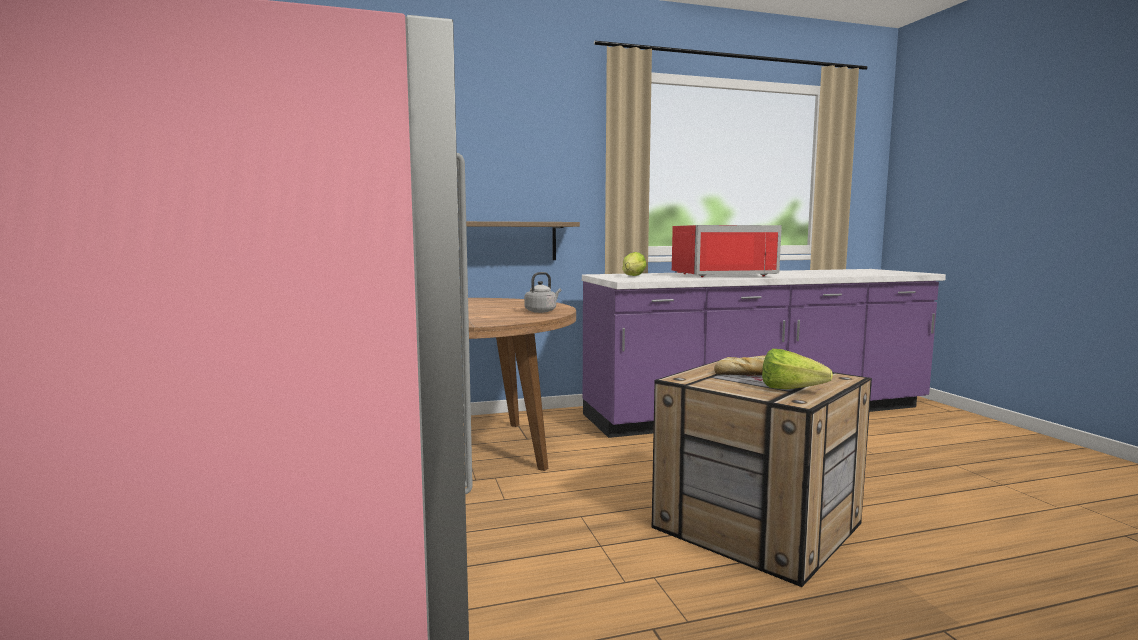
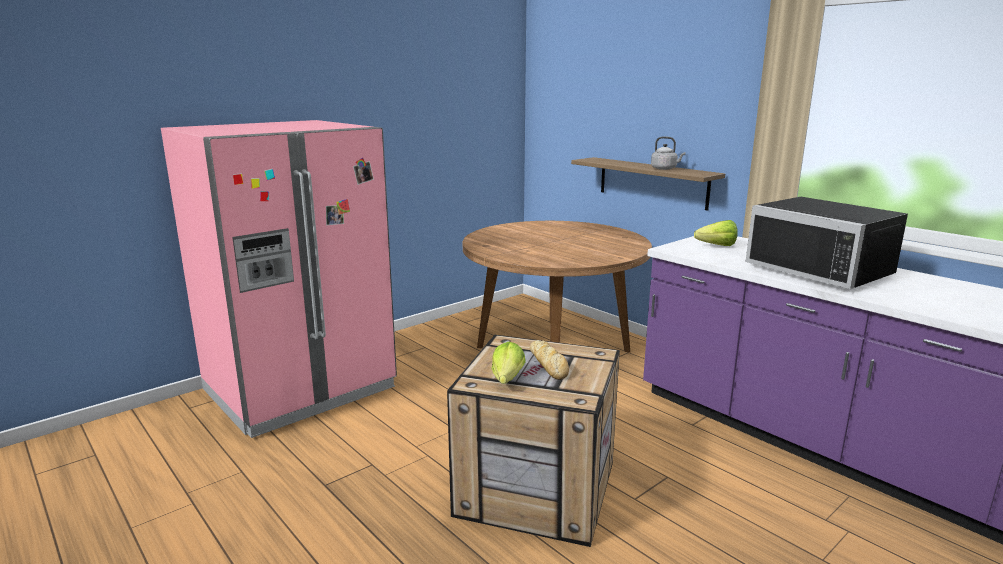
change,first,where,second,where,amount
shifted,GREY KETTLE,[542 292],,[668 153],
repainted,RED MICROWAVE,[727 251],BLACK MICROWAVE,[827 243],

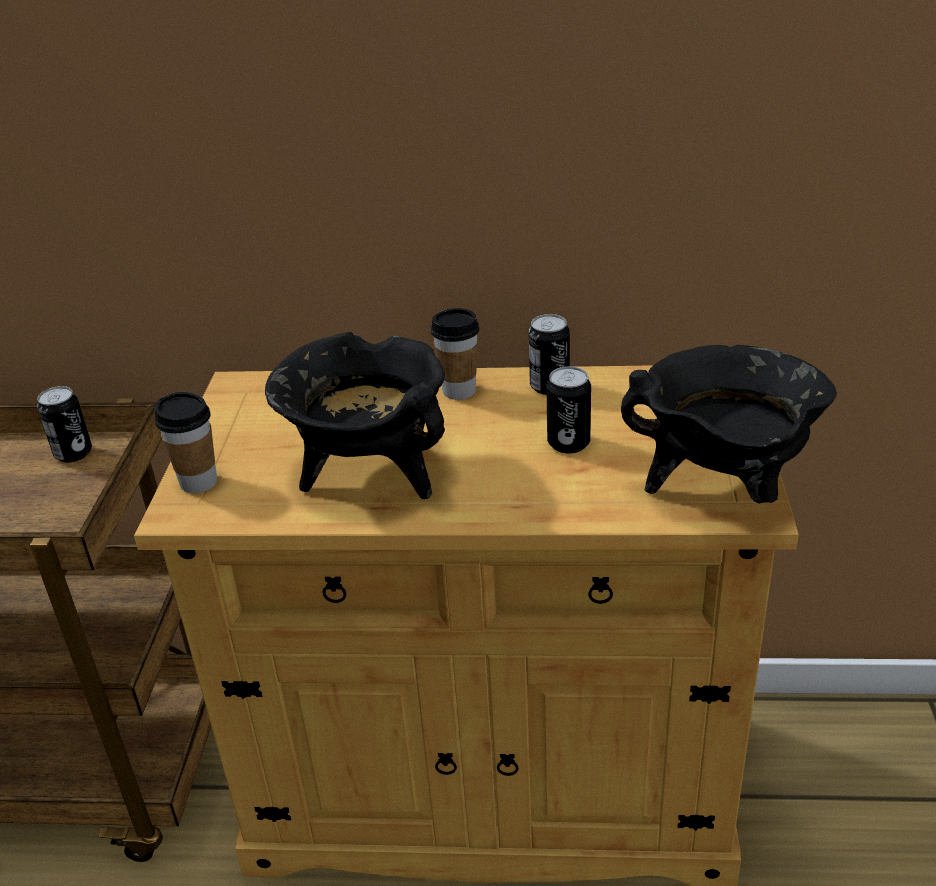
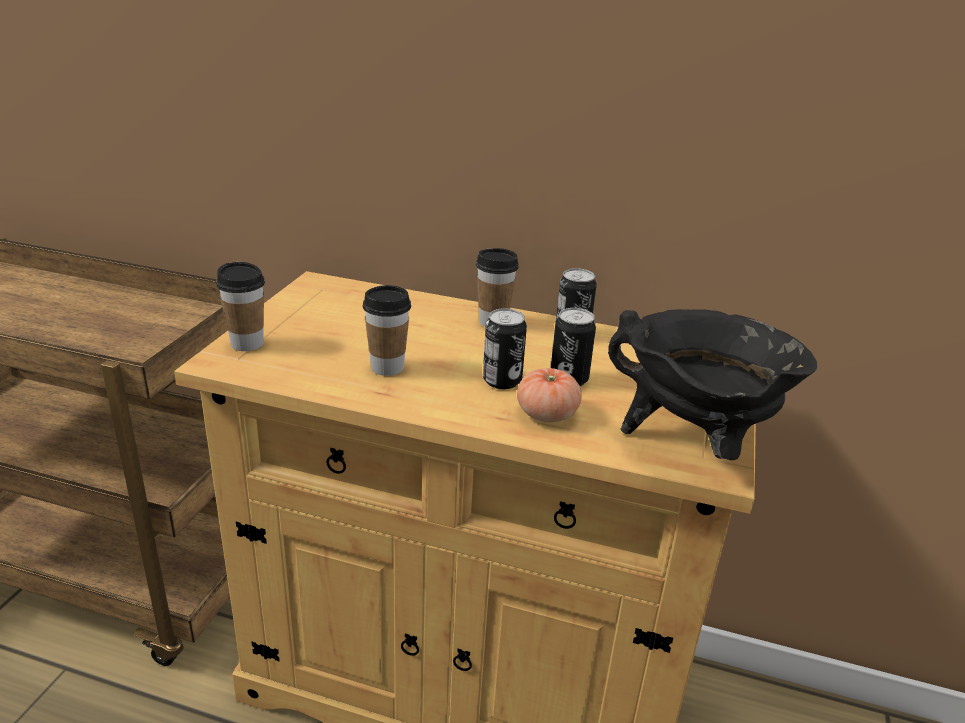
change,first,where,second,where,amount
new,,,TOMATO,[549 395],
shifted,CAN,[64 424],,[505 348],
swapped,BLACK COOKING POT,[355 415],CUP,[387 330],

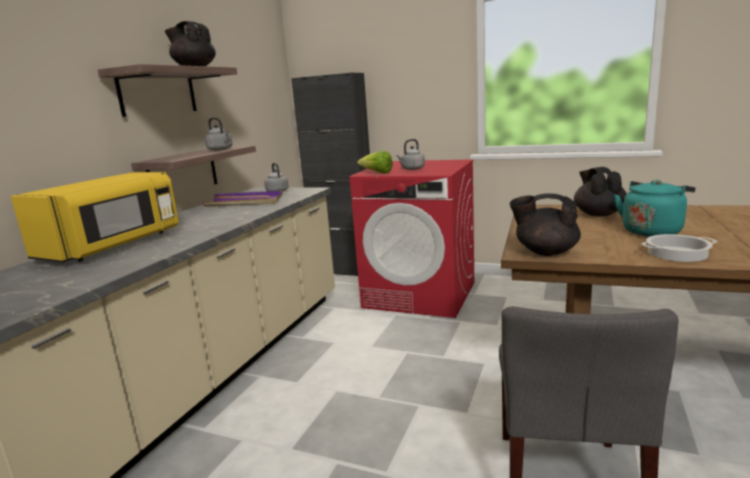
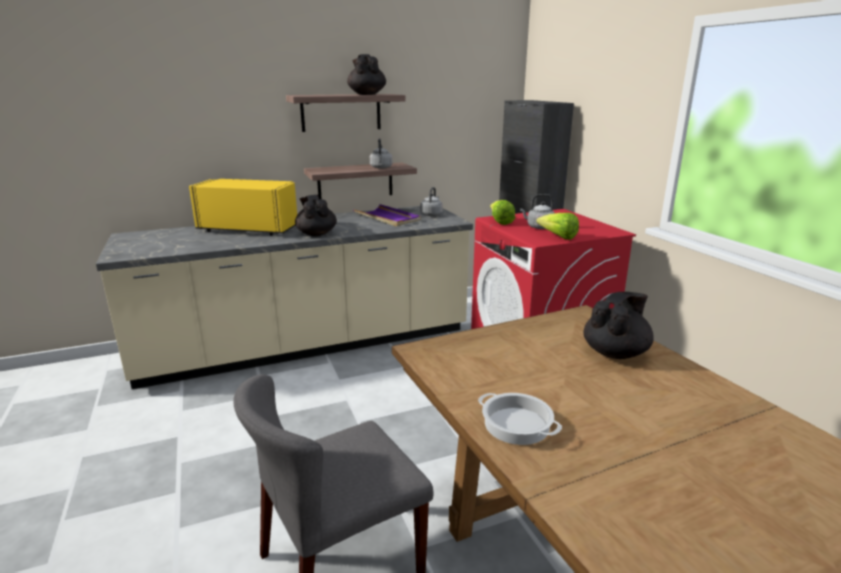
change,first,where,second,where,amount
gone,TURQUOISE KETTLE,[655 208],,,
new,,,LETTUCE,[557 226],
shifted,BLACK TEAPOT,[545 224],,[316 215],
rotated,YELLOW MICROWAVE,[95 217],,[243 207],150 degrees counterclockwise

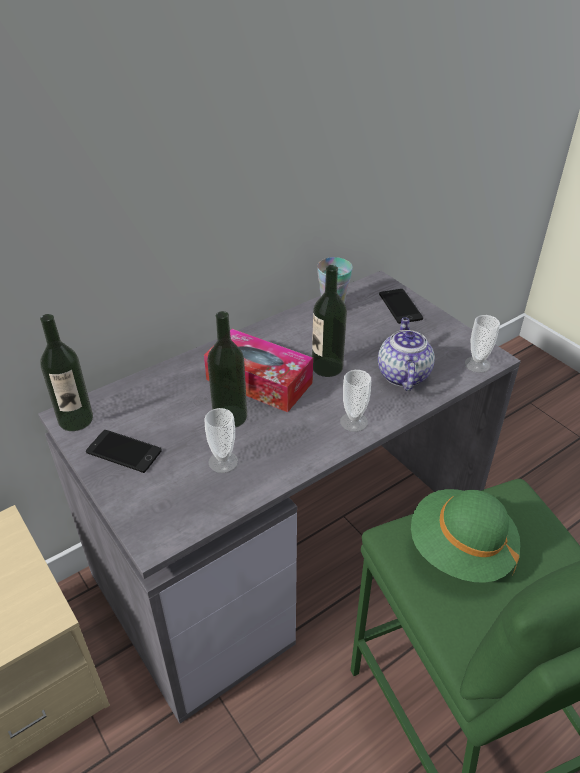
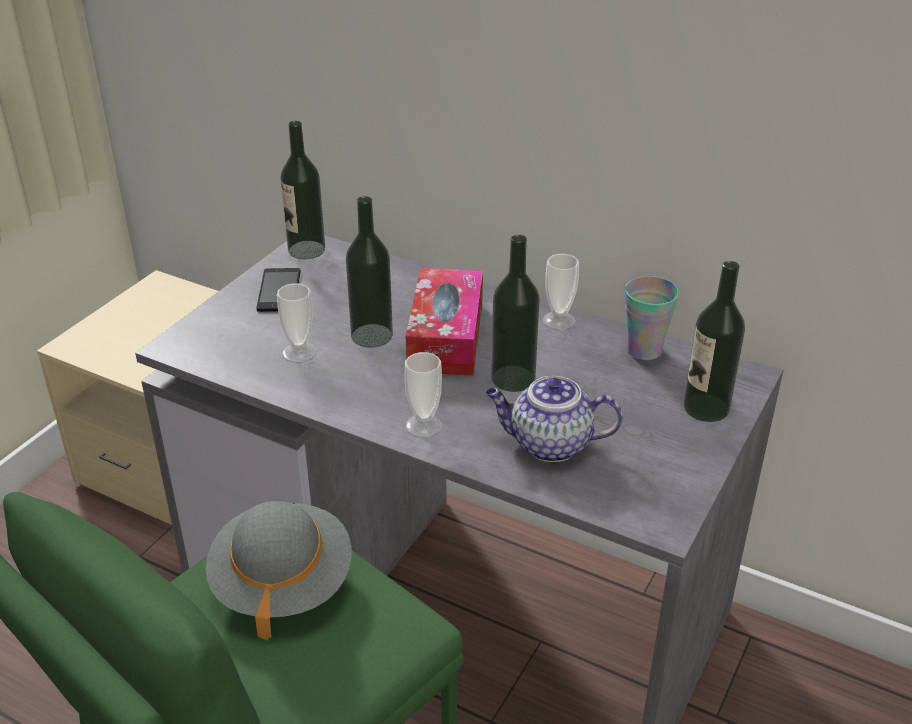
change,first,where,second,where,amount
shifted,CUP,[482 344],,[561 292],
swapped,PHONE,[401 306],BOTTLE,[714 341],
repainted,GREEN HAT,[465 536],GREY HAT,[279 571],
rotated,TEAPOT,[406 354],,[554 419],150 degrees counterclockwise

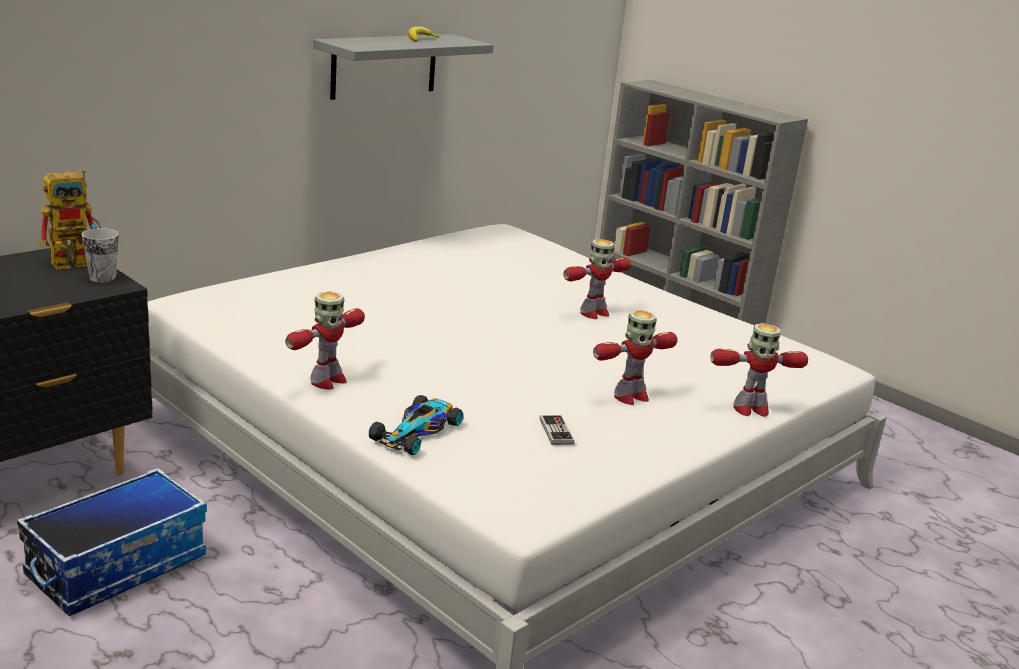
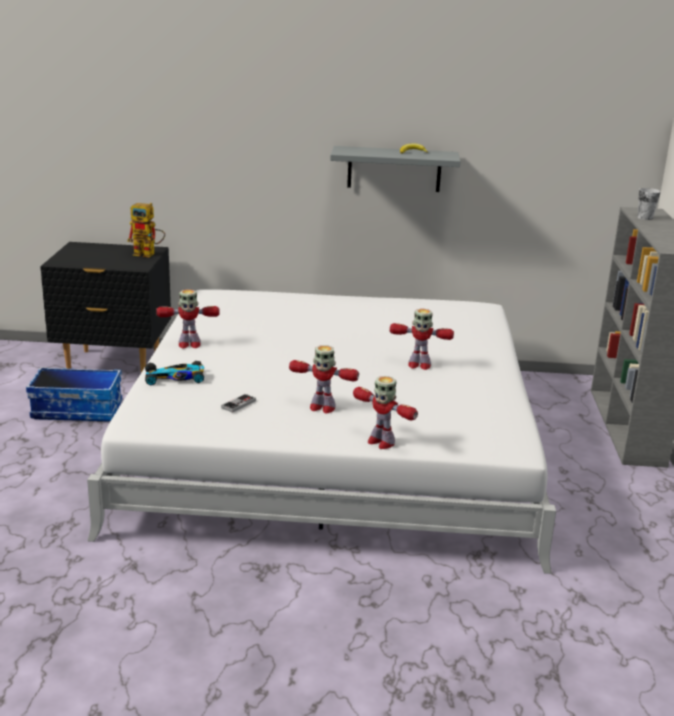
change,first,where,second,where,amount
shifted,CUP,[100 255],,[649 204],

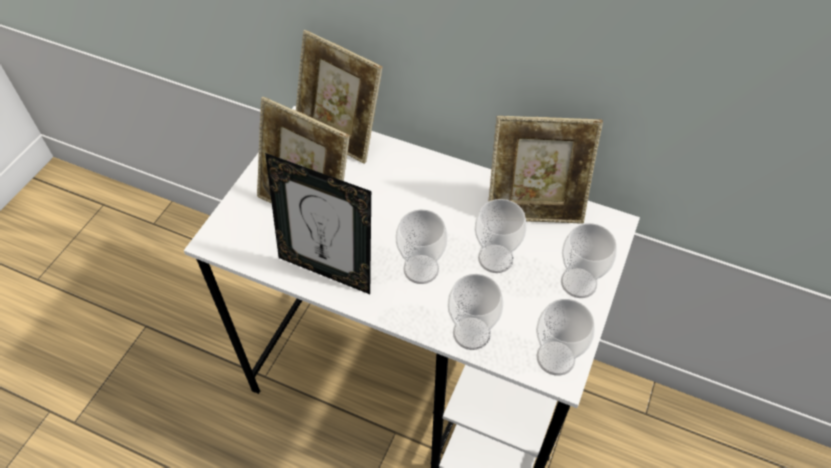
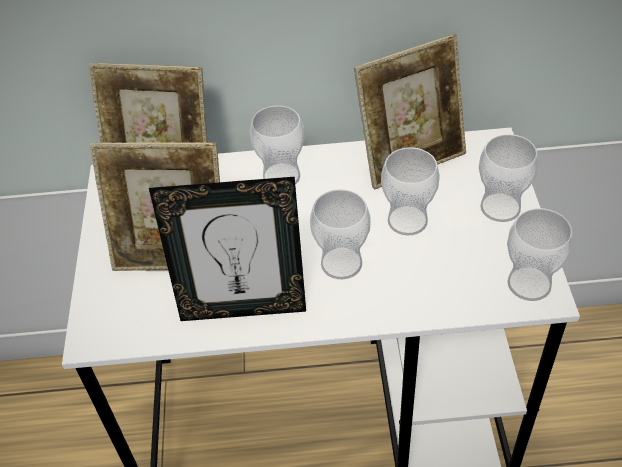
change,first,where,second,where,amount
shifted,CUP,[476 312],,[277 145],

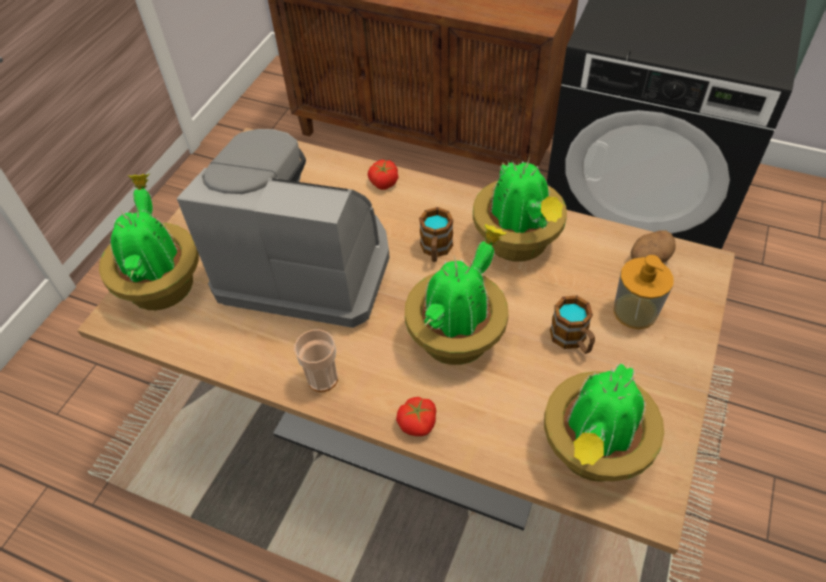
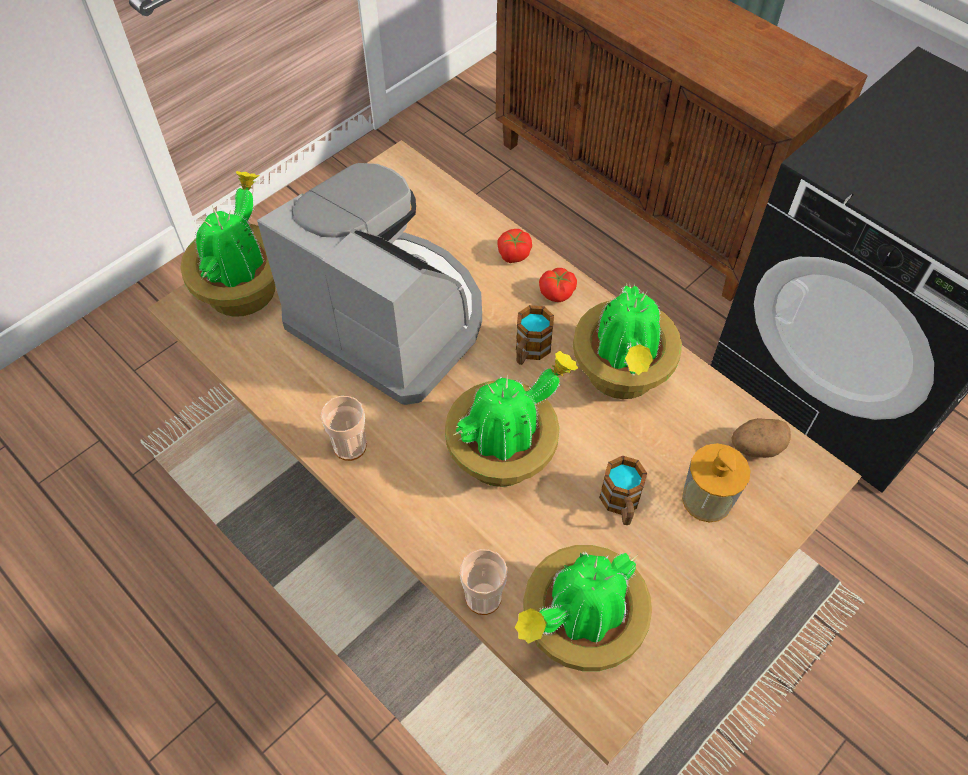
change,first,where,second,where,amount
new,,,CUP,[483 582],
shifted,TOMATO,[416 416],,[558 285],

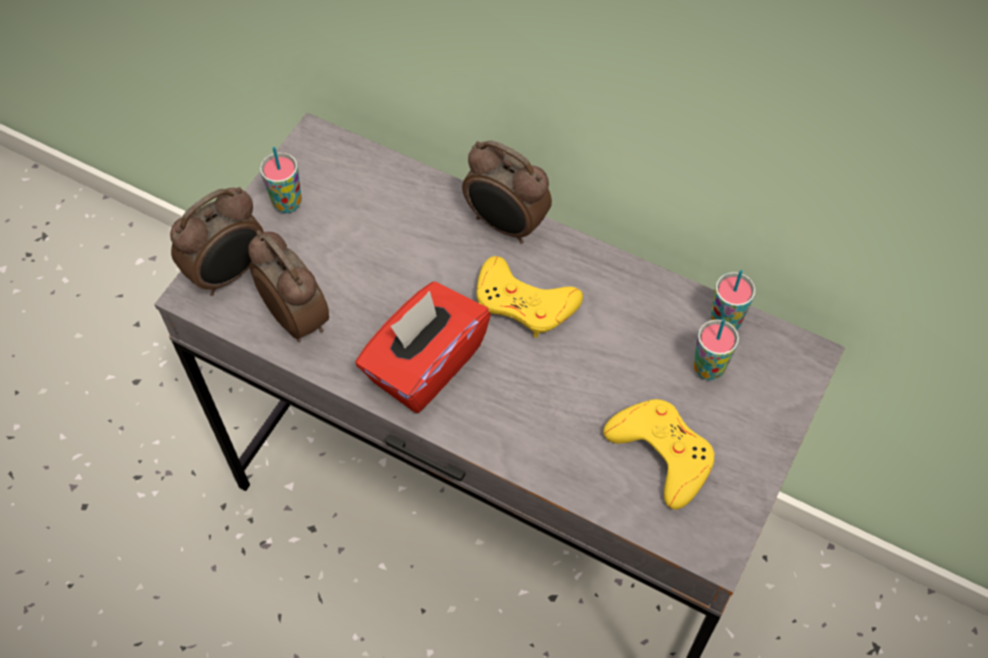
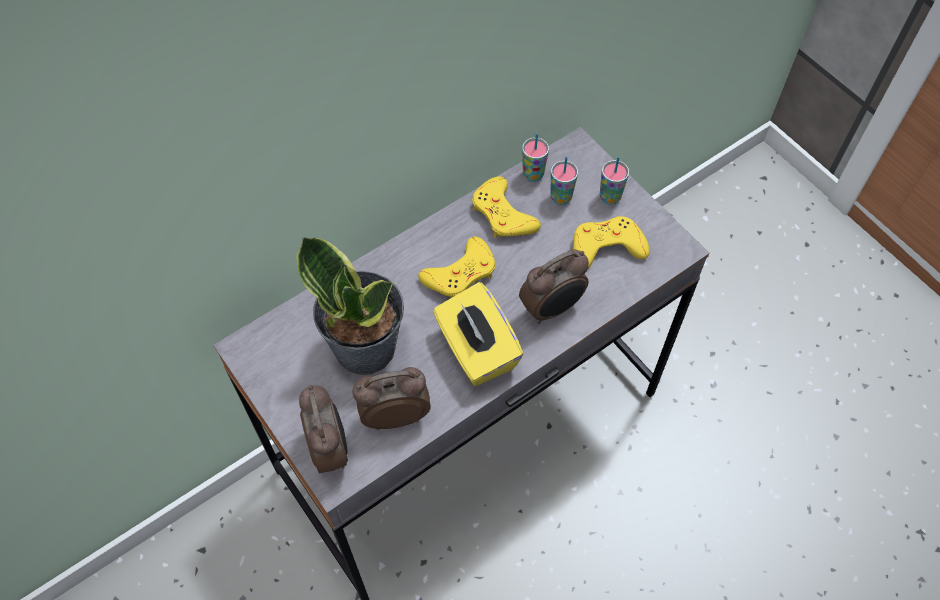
change,first,where,second,where,amount
new,,,POTTED PLANT,[350 305],
new,,,YELLOW GAME CONTROLLER,[506 207],
shifted,CUP,[281 180],,[614 180],
shifted,ALARM CLOCK,[507 192],,[554 287],
repainted,RED TISSUE BOX,[423 347],YELLOW TISSUE BOX,[478 334],

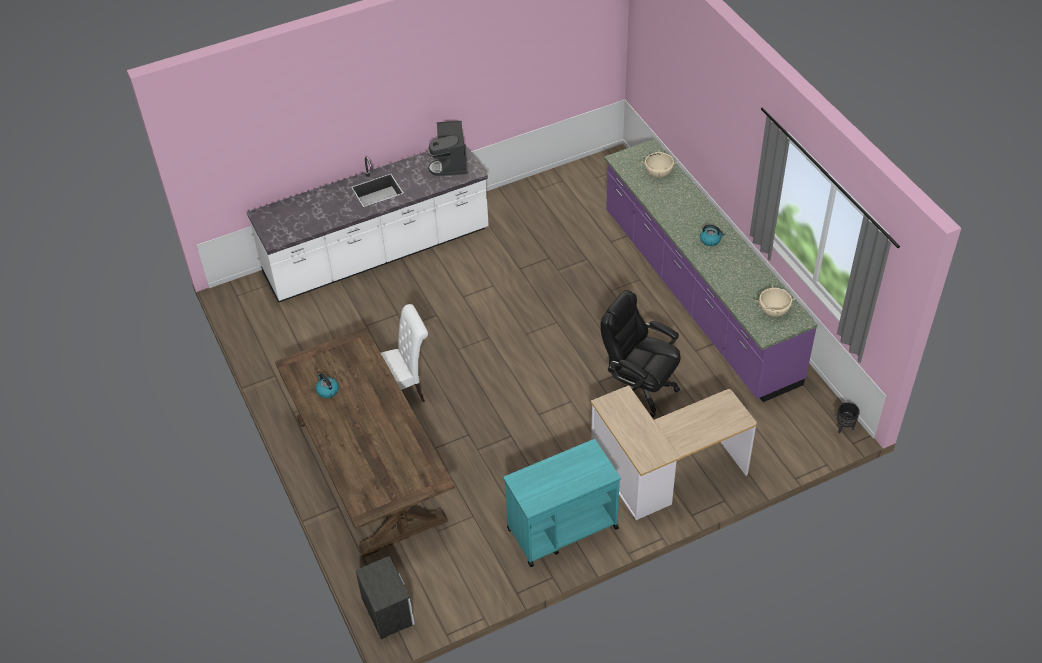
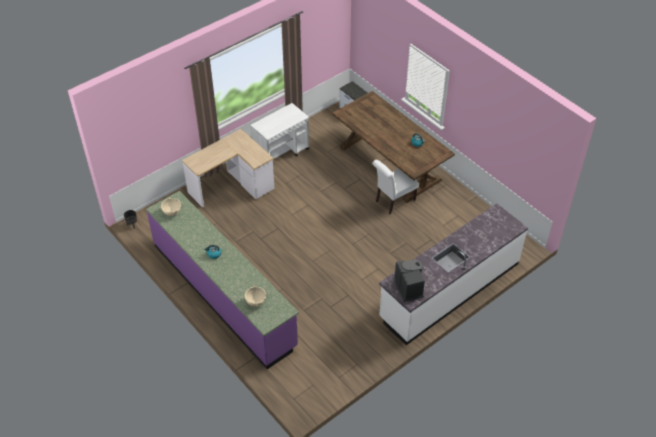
change,first,where,second,where,amount
gone,BLACK OFFICE CHAIR,[641 354],,,
repainted,TURQUOISE CART,[562 503],WHITE CART,[280 131],

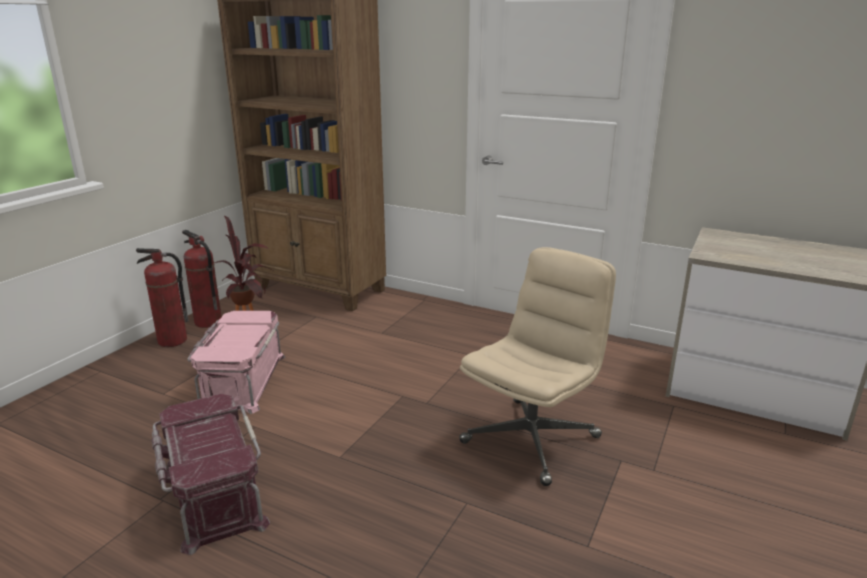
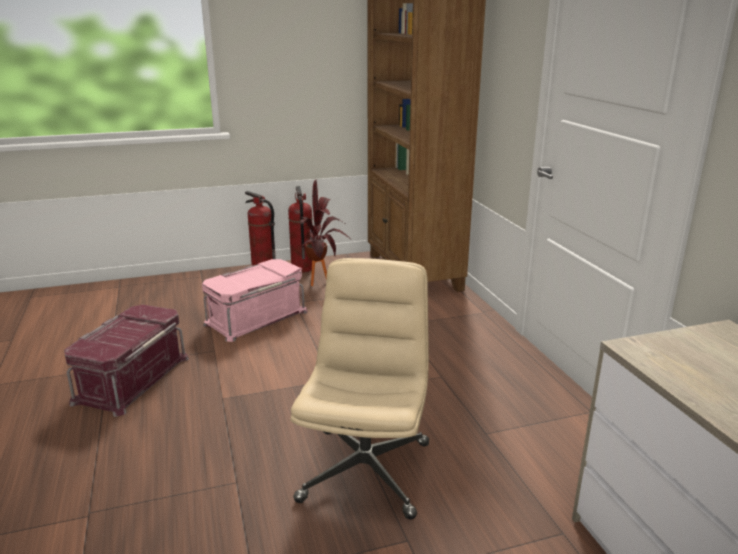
change,first,where,second,where,amount
rotated,BEIGE OFFICE CHAIR,[537 366],,[359 388],75 degrees counterclockwise

